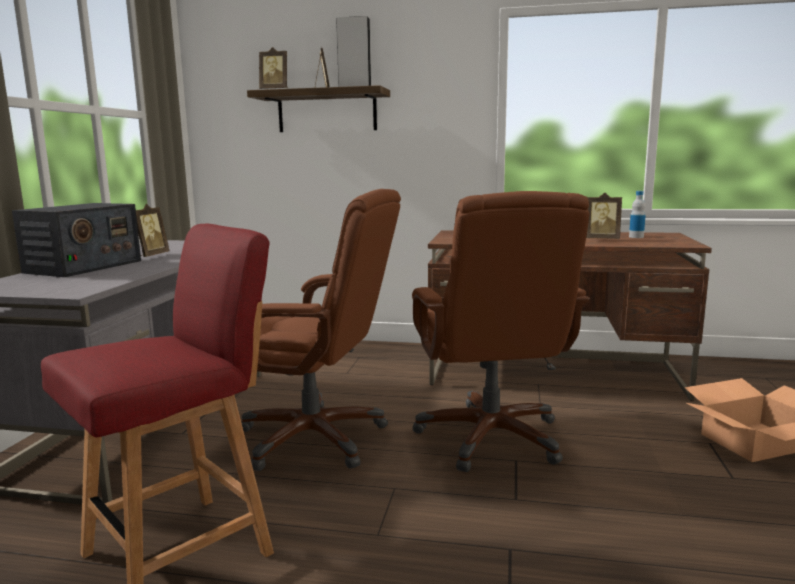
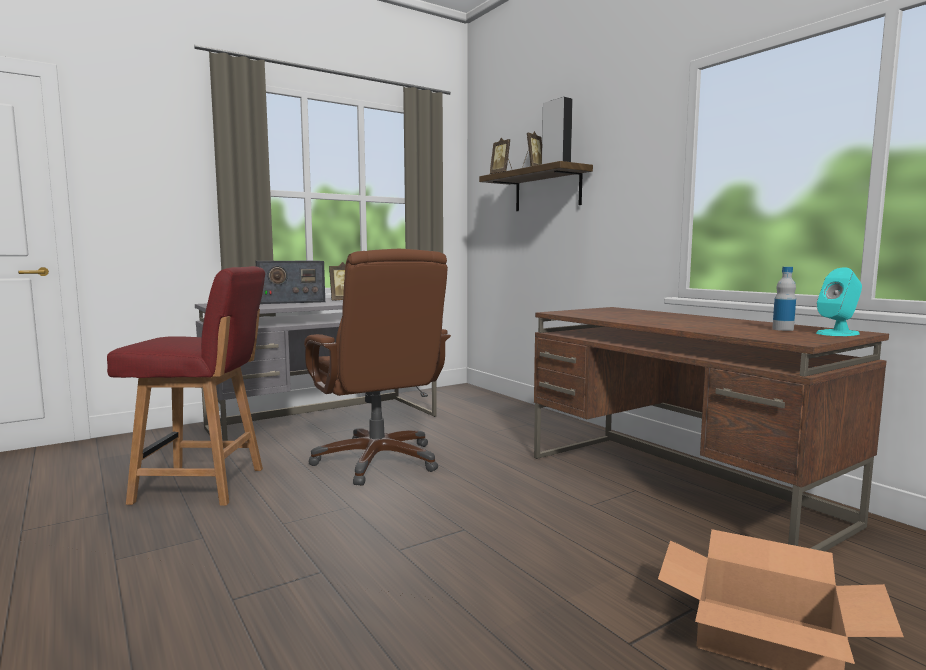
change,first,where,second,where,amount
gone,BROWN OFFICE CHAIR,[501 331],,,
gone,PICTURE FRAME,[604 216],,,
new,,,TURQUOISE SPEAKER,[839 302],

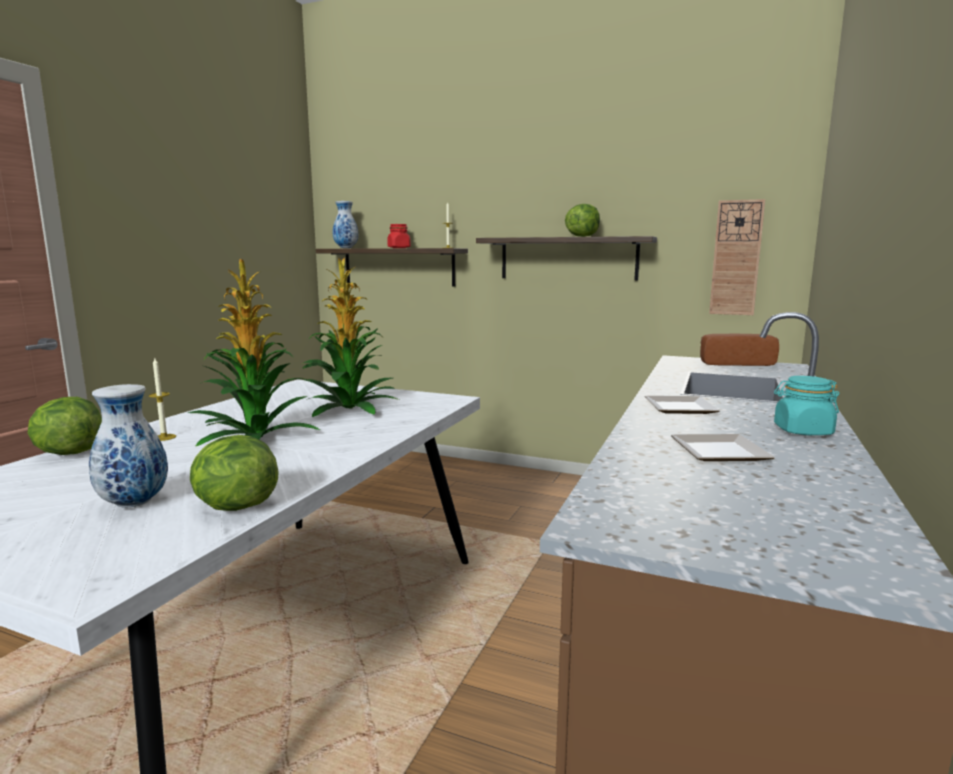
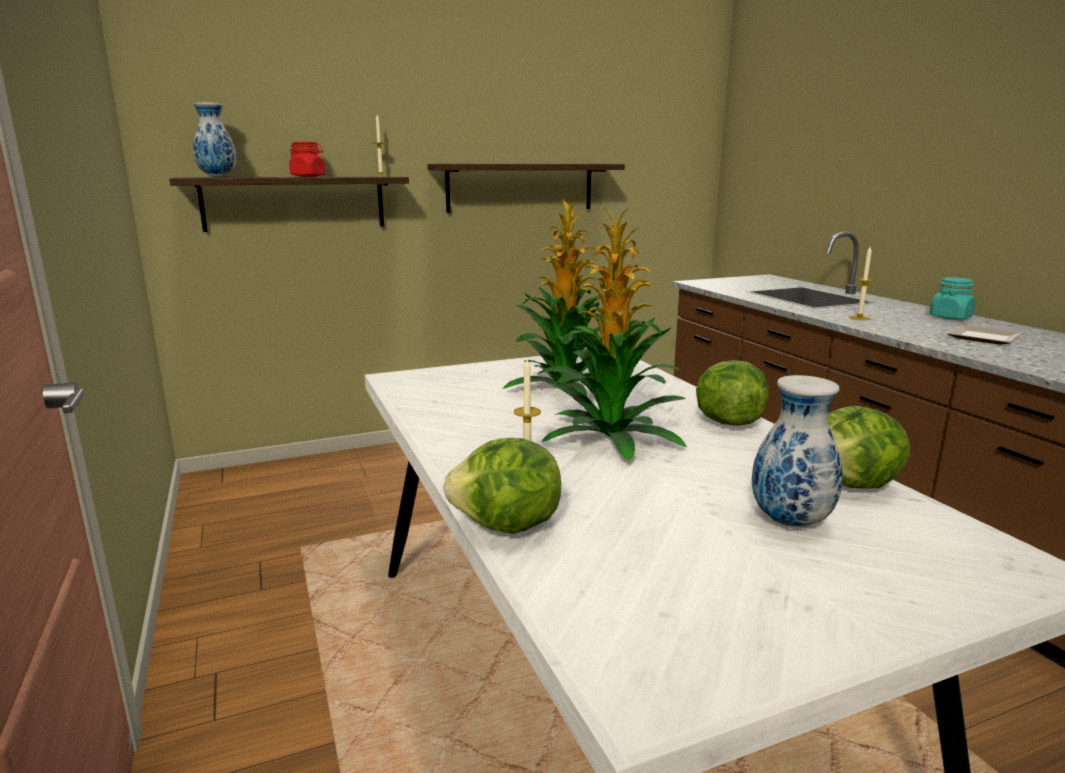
change,first,where,second,where,amount
gone,BREAD,[739 350],,,
gone,WALL CLOCK,[737 257],,,
shifted,LETTUCE,[582 220],,[732 393],
swapped,PLATE,[682 405],CANDLE,[861 283],

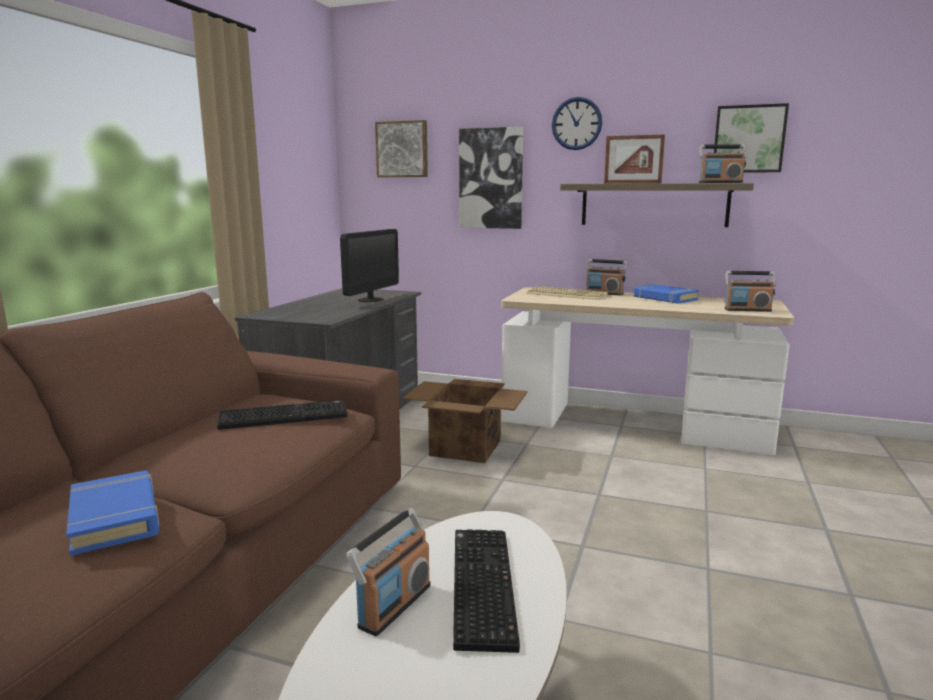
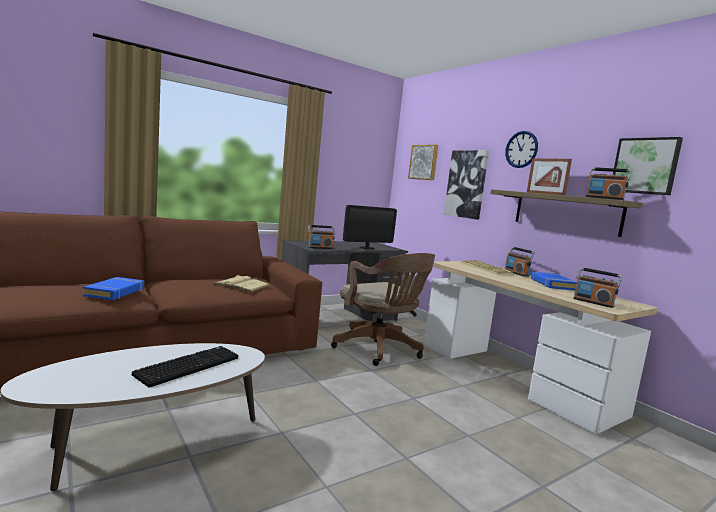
change,first,where,second,where,amount
shifted,RADIO,[388 572],,[321 237],
swapped,KEYBOARD,[282 415],BEIGE BOOK,[242 283],
swapped,CARDBOARD BOX,[465 421],BROWN OFFICE CHAIR,[383 309],

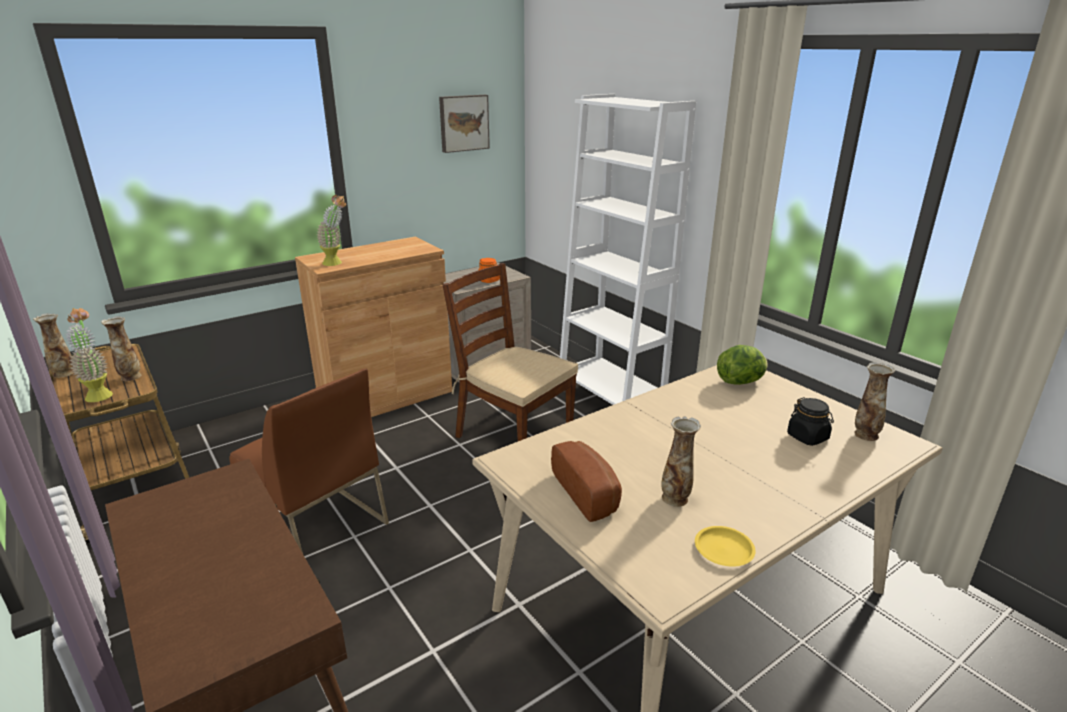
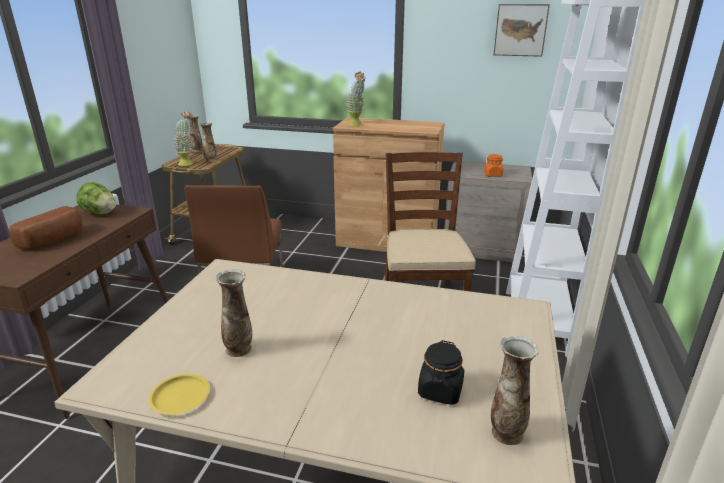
change,first,where,second,where,amount
shifted,BREAD,[586 481],,[46 228],
shifted,LETTUCE,[742 365],,[96 198],

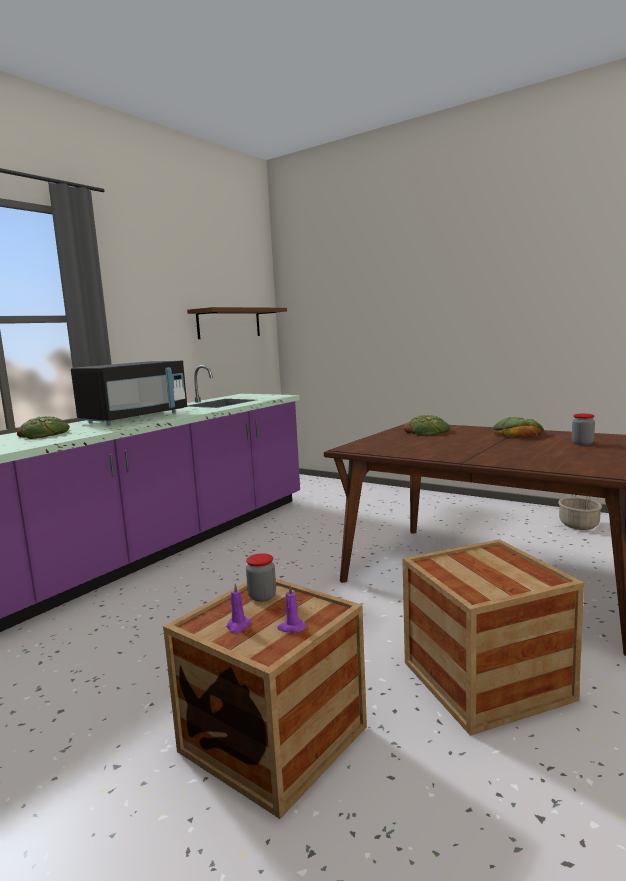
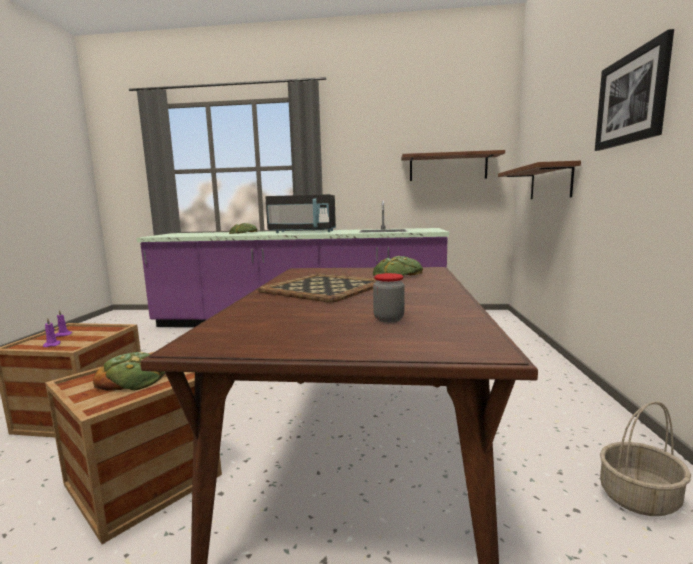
change,first,where,second,where,amount
gone,JAR,[261 577],,,
new,,,TRAY,[317 288],
new,,,BROWN SHELF,[539 180],
new,,,PICTURE,[634 90],
shifted,BREAD,[518 427],,[129 371],

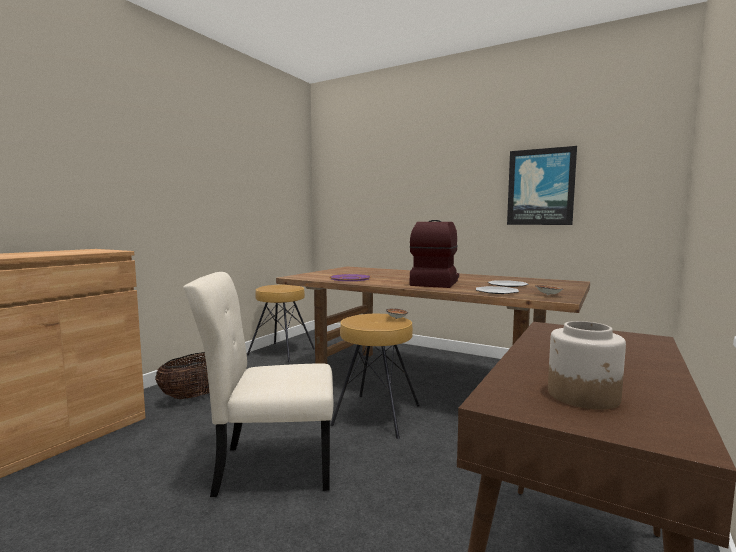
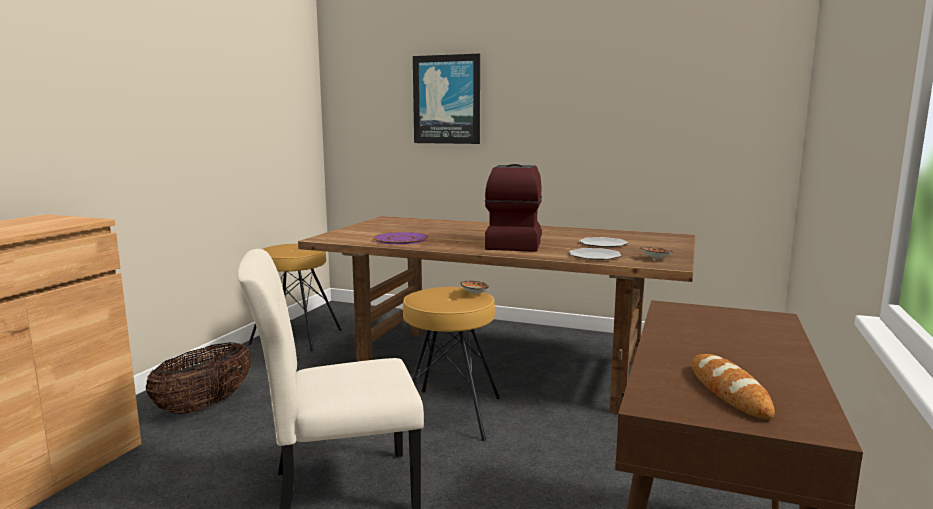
change,first,where,second,where,amount
shifted,PICTURE,[542 185],,[446 99],
swapped,JAR,[587 365],BREAD,[733 387],

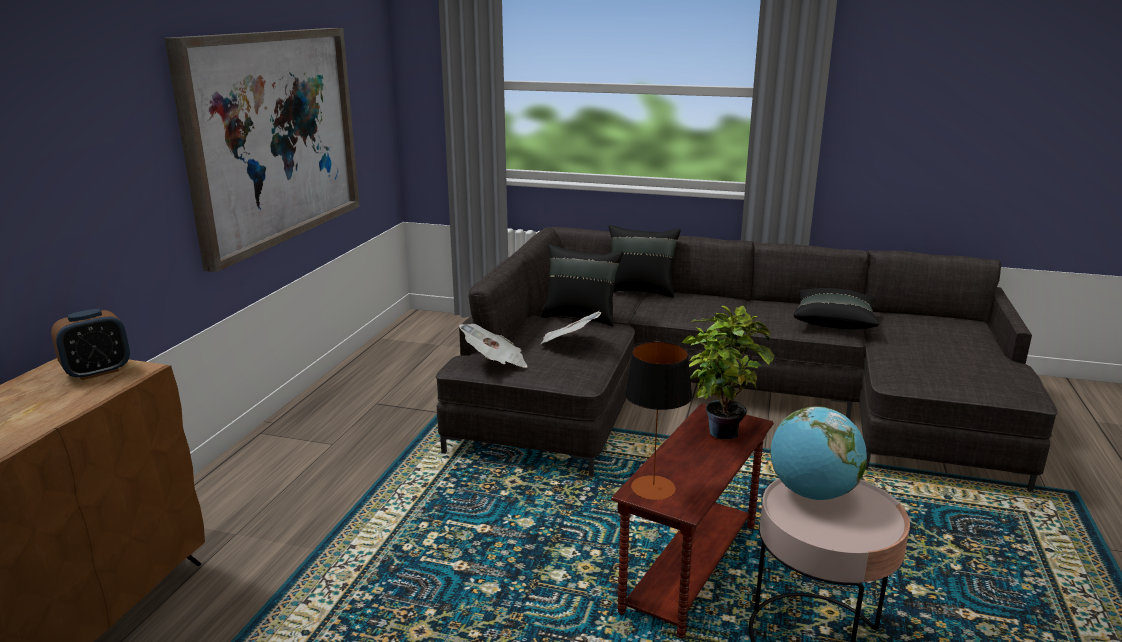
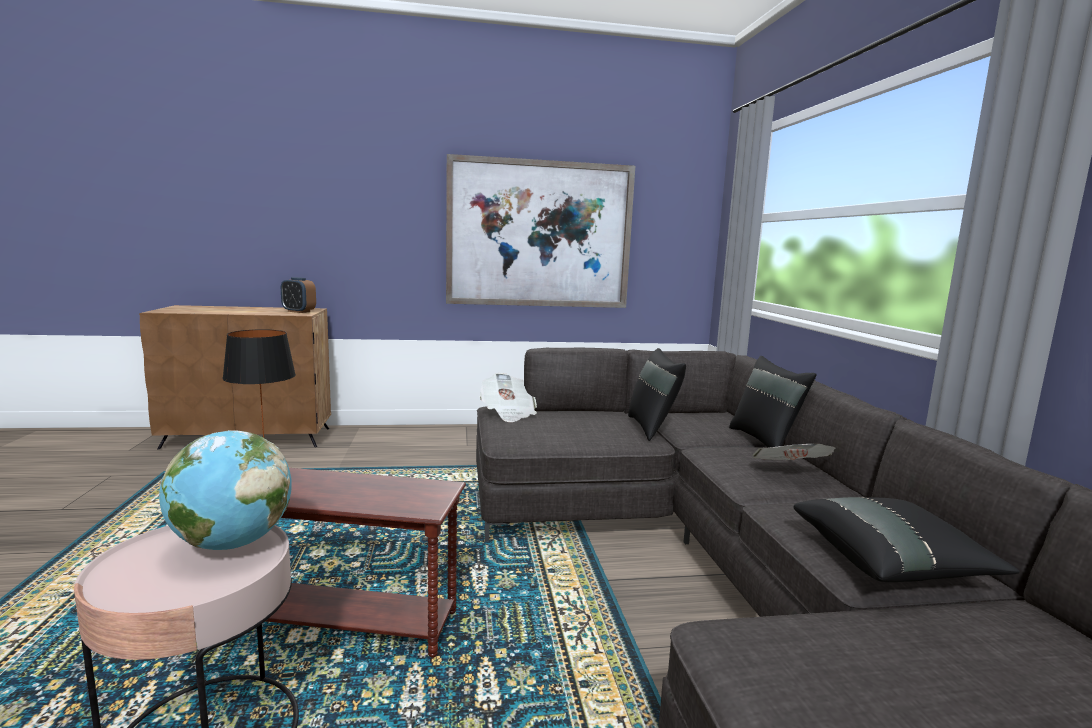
change,first,where,second,where,amount
gone,POTTED PLANT,[728 373],,,
shifted,NEWSPAPER,[571 327],,[794 452],

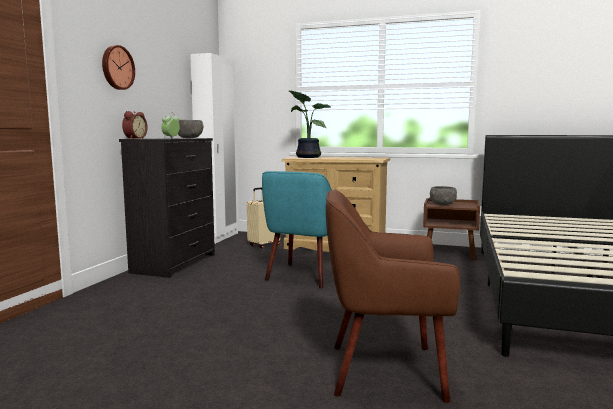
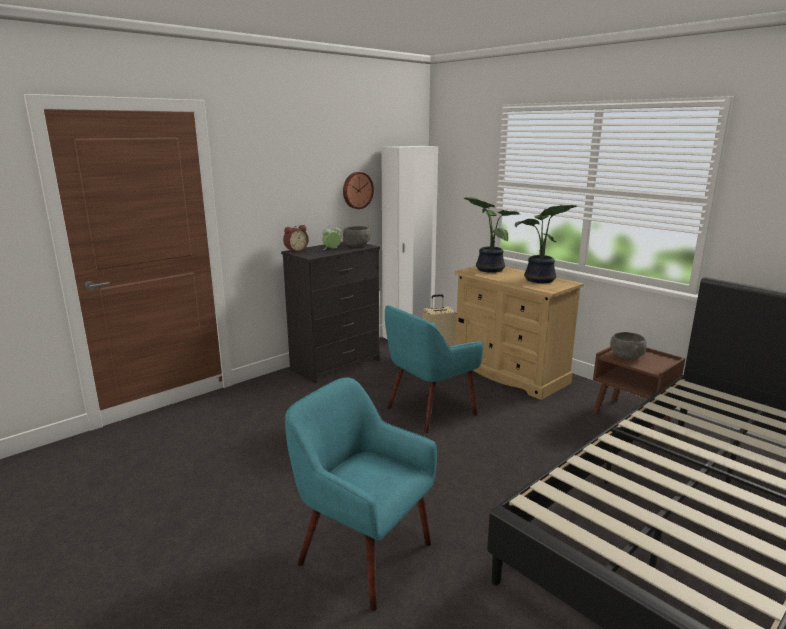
change,first,where,second,where,amount
new,,,POTTED PLANT,[546 244],
shifted,WALL CLOCK,[118 67],,[358 190],
repainted,BROWN ARMCHAIR,[393 296],TURQUOISE ARMCHAIR,[361 494],

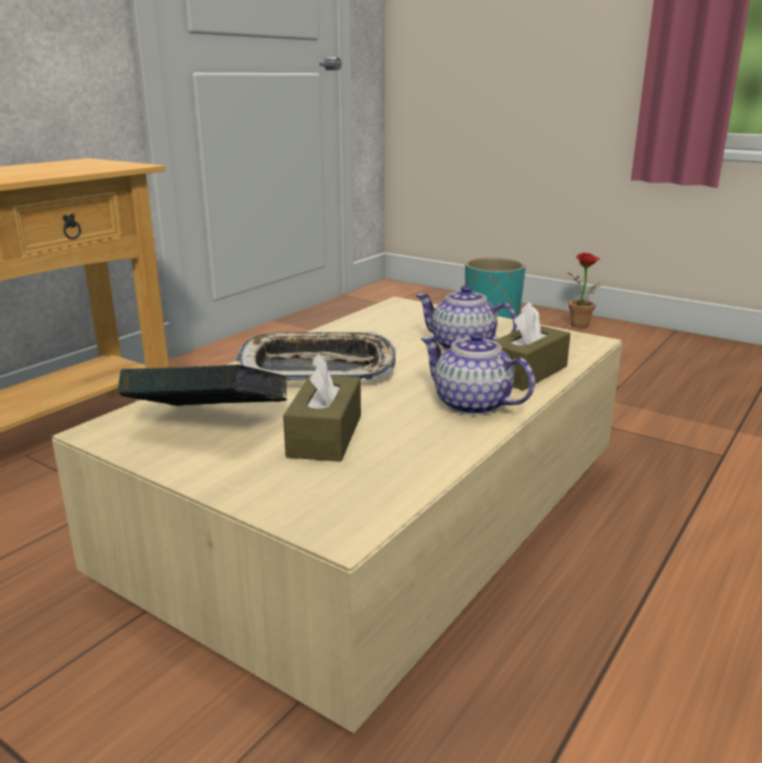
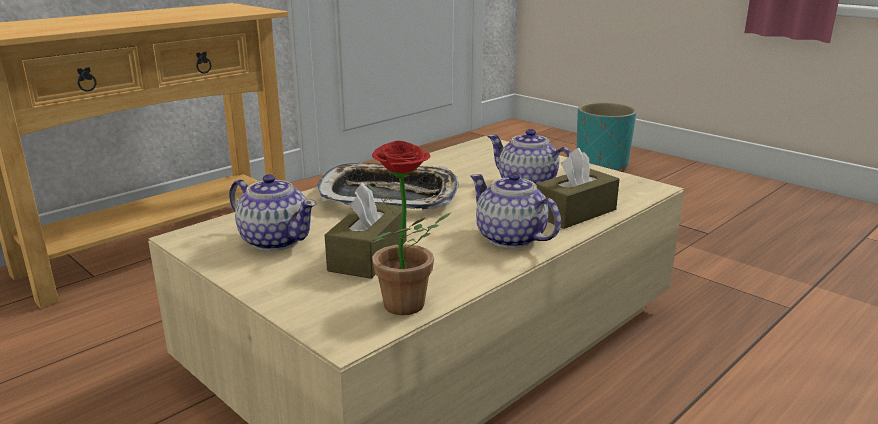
change,first,where,second,where,amount
shifted,POTTED PLANT,[584 290],,[409 228],
swapped,BOOK,[202 385],TEAPOT,[273 212],

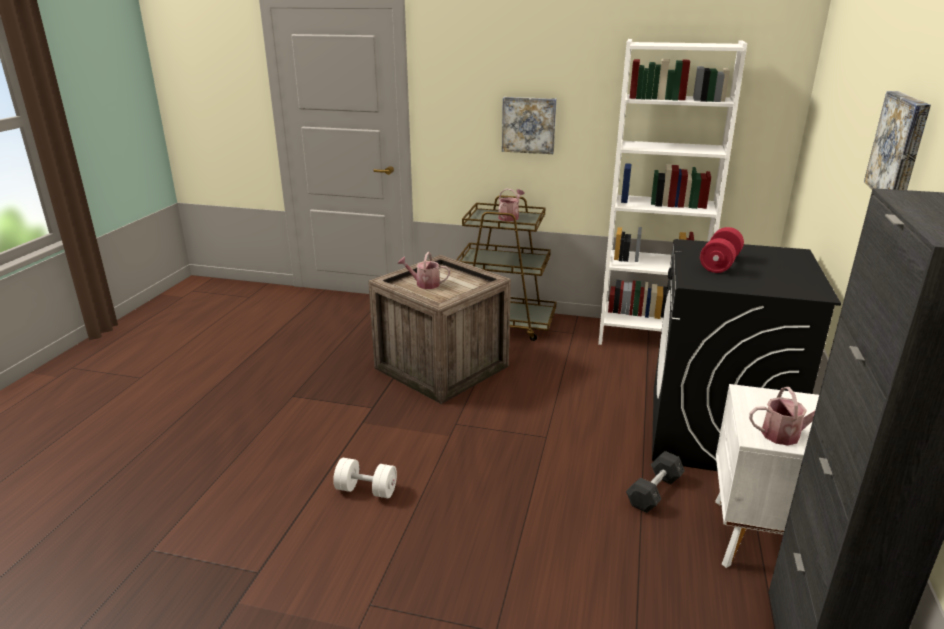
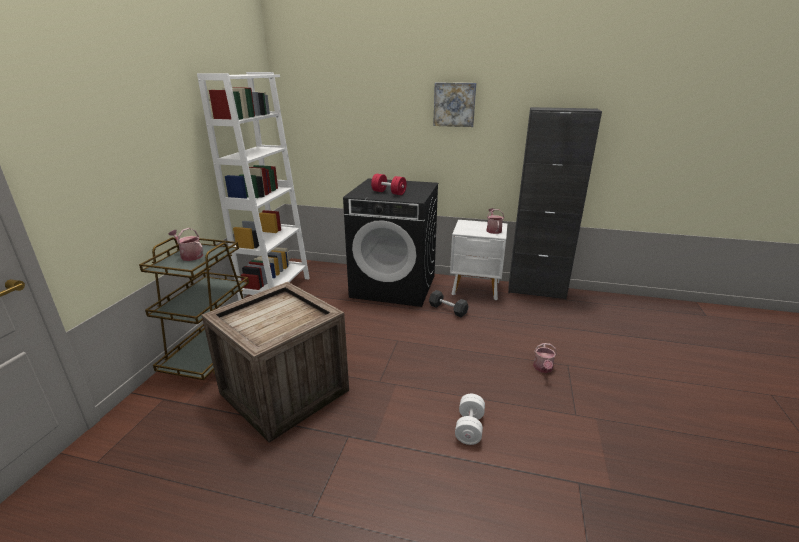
change,first,where,second,where,amount
gone,PICTURE,[529 125],,,
shifted,WATERING CAN,[423 270],,[545 358],

